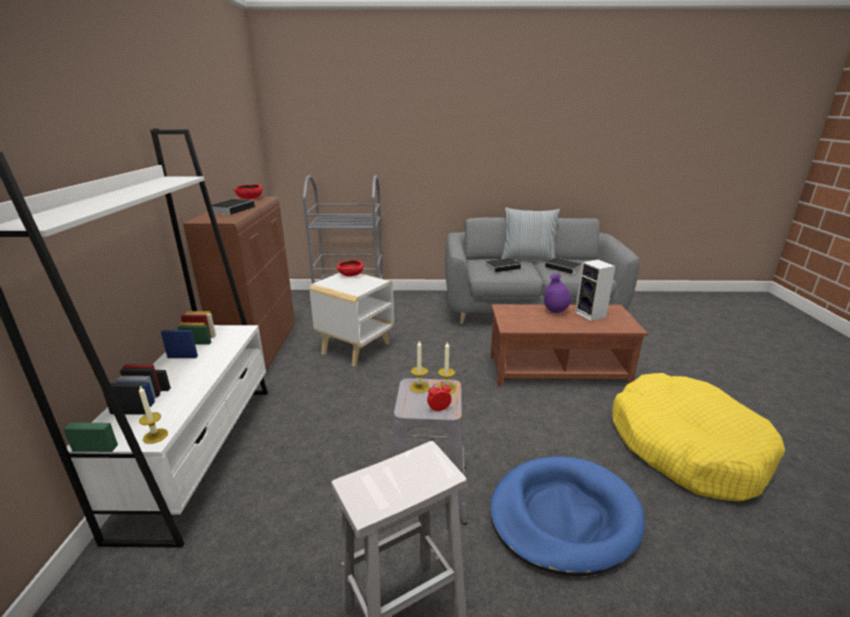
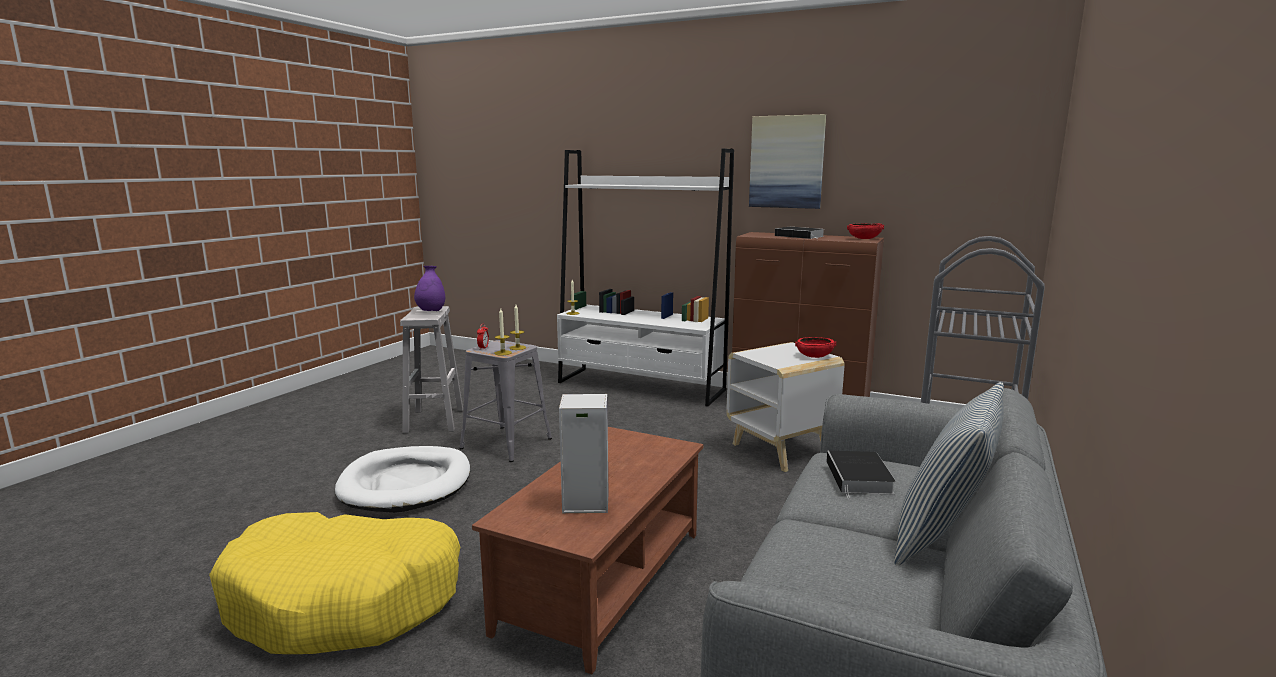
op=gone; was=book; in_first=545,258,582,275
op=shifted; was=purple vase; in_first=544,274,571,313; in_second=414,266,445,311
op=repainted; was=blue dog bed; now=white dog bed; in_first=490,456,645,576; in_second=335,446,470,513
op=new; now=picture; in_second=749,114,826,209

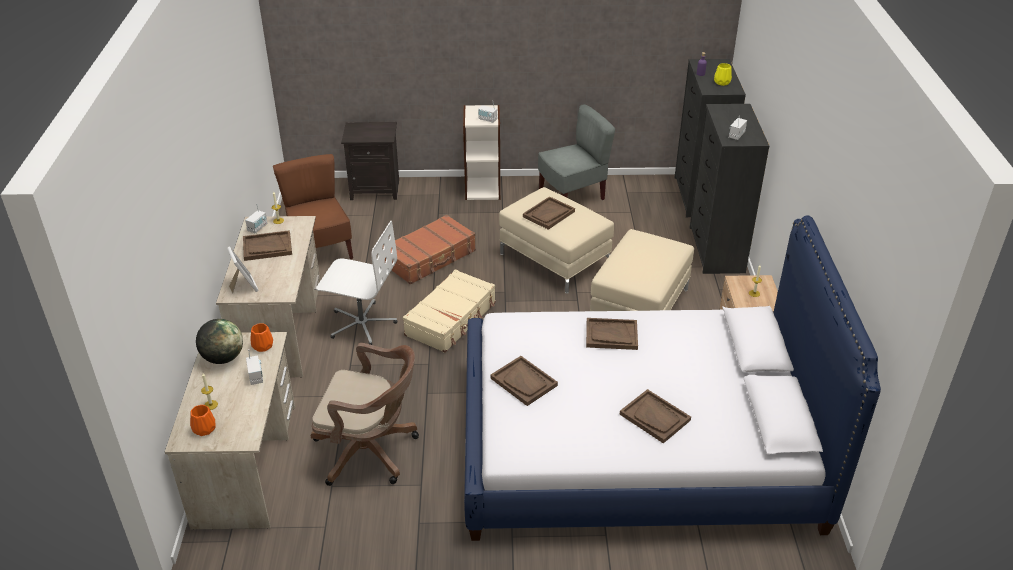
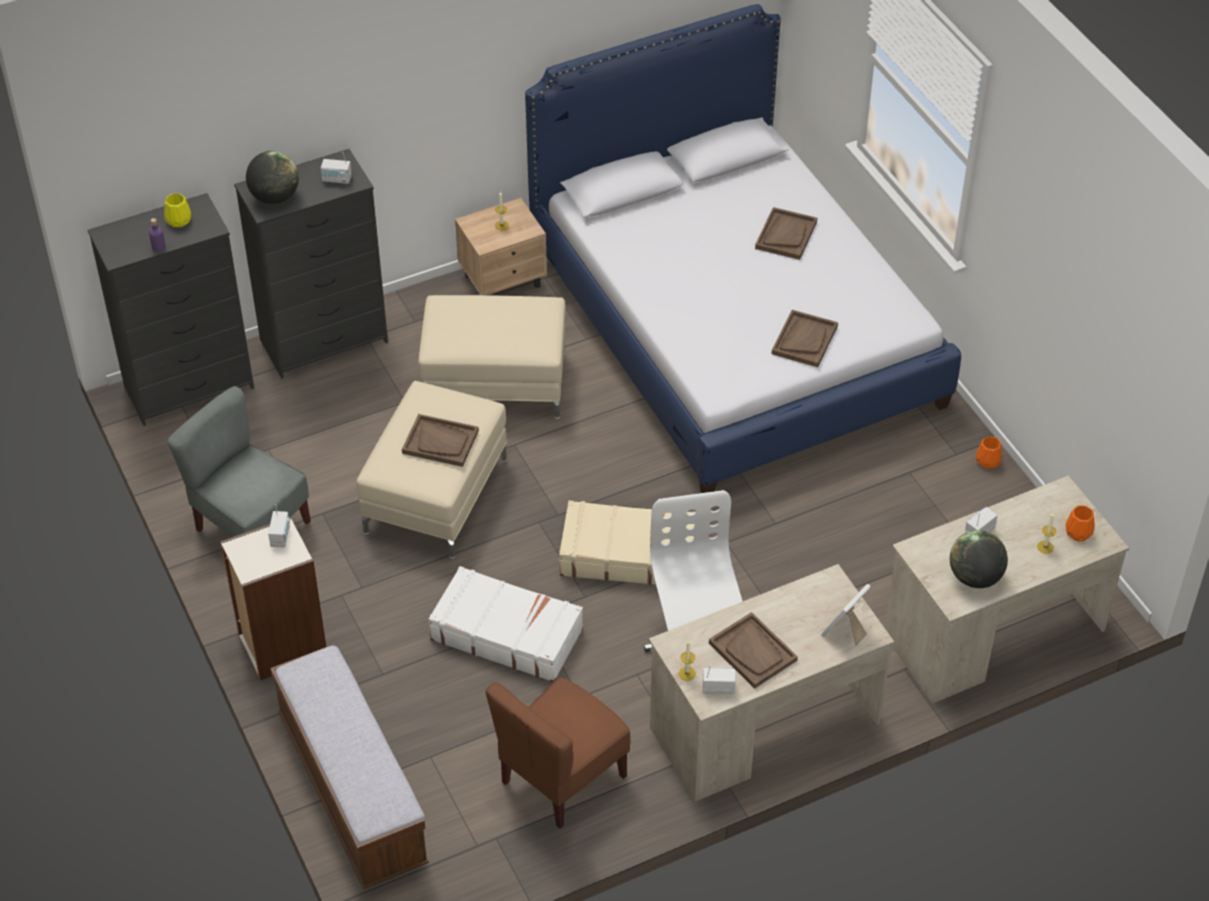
op=swapped; was=black nightstand; now=bench; in_first=341,122,399,200; in_second=270,644,429,889
op=repainted; was=brown suitcase; now=white suitcase; in_first=382,215,476,284; in_second=428,566,583,682
op=gone; was=brown tray; in_first=586,318,638,350
op=shifted; was=orange vase; in_first=250,323,273,352; in_second=976,436,1002,469
op=gone; was=brown office chair; in_first=311,343,419,486
op=new; now=globe; in_second=246,151,299,204

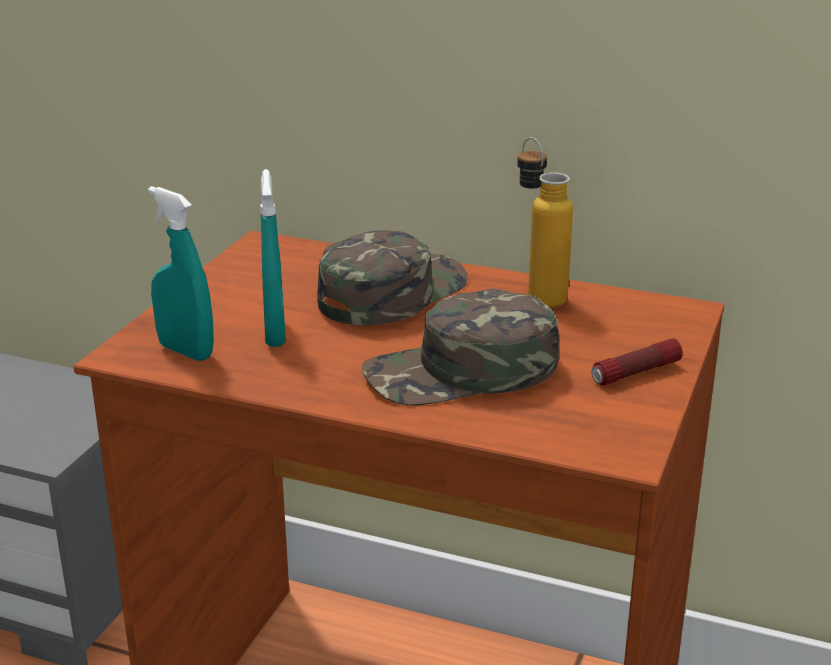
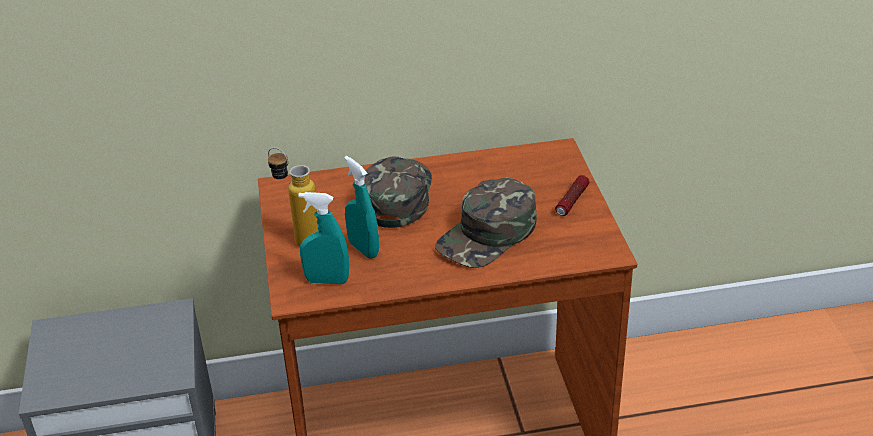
op=shifted; was=bottle; in_first=517,137,573,308; in_second=268,148,318,247

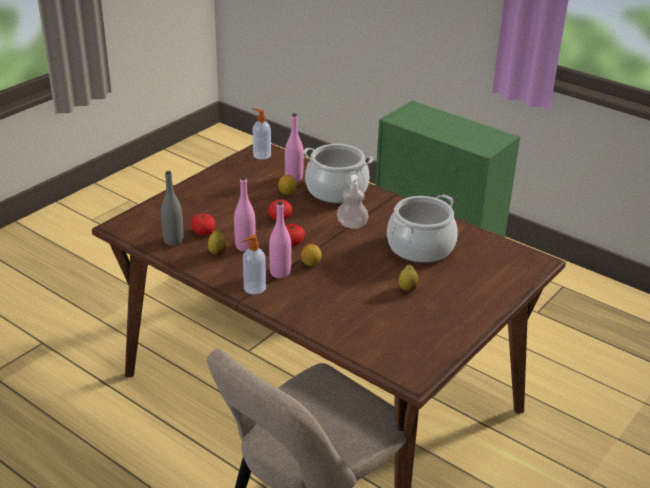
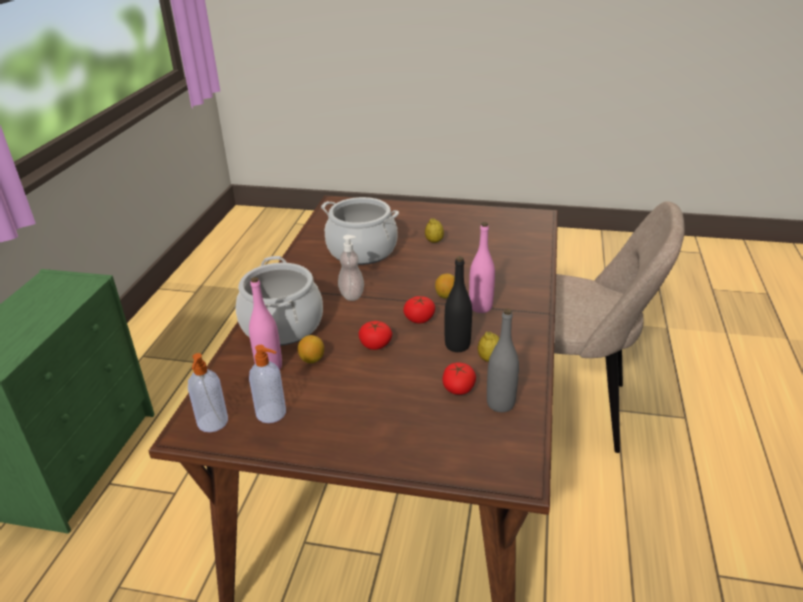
op=repainted; was=pink bottle; now=black bottle; in_first=234,176,256,252; in_second=445,256,472,352
op=shifted; was=soap dispenser; in_first=242,235,266,294; in_second=249,345,286,423

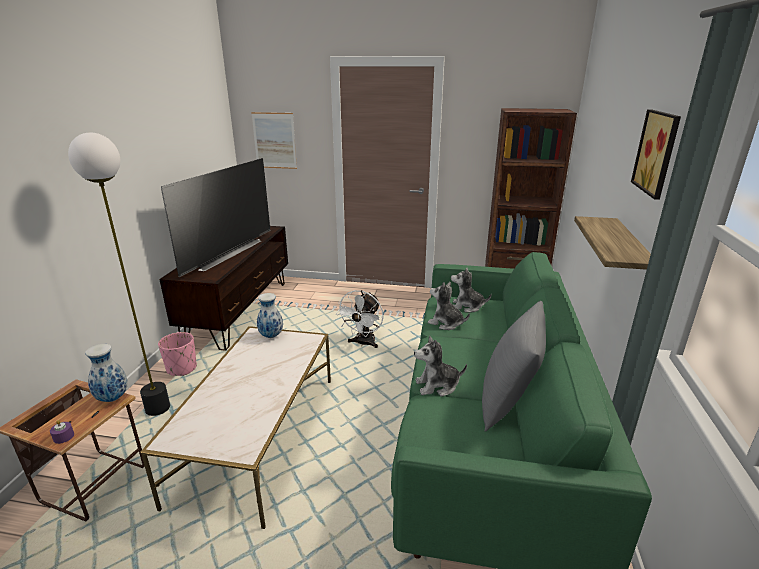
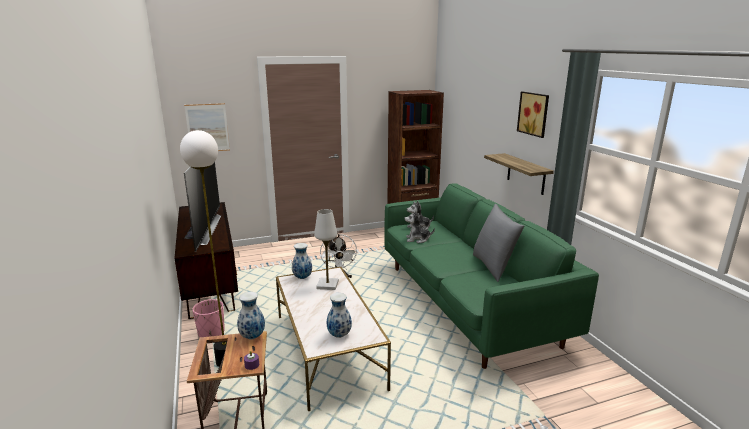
op=gone; was=plush toy; in_first=414,335,467,397
op=new; now=white table lamp; in_second=314,209,339,290
op=new; now=vase; in_second=327,293,352,338

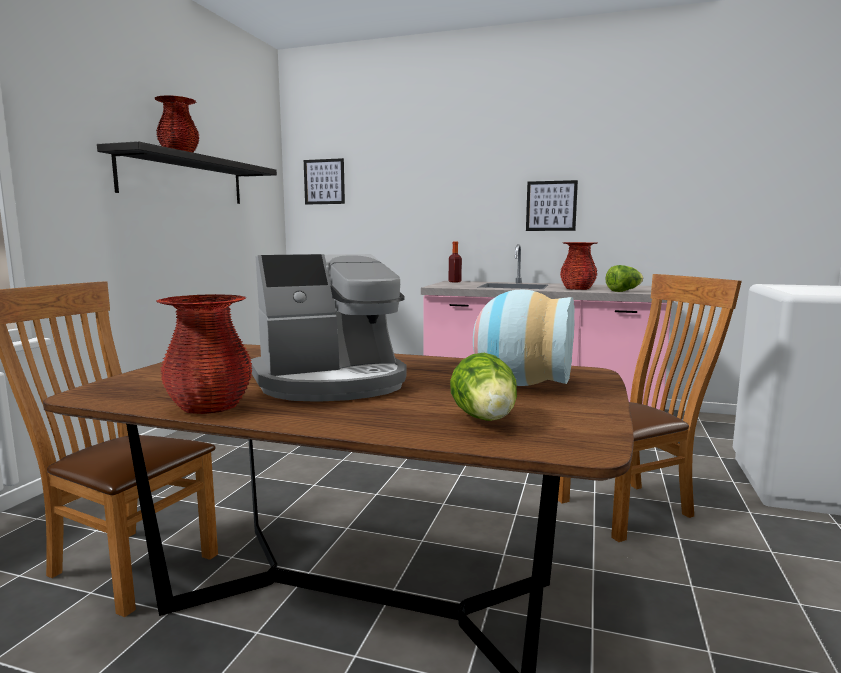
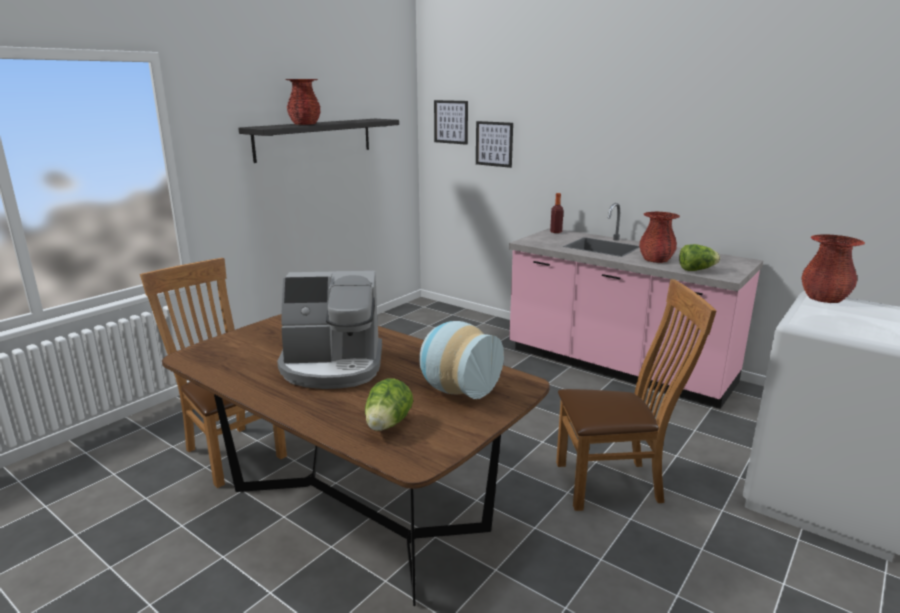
op=shifted; was=picture; in_first=526,180,578,231; in_second=476,121,513,168
op=shifted; was=red vase; in_first=157,294,252,414; in_second=801,234,865,303

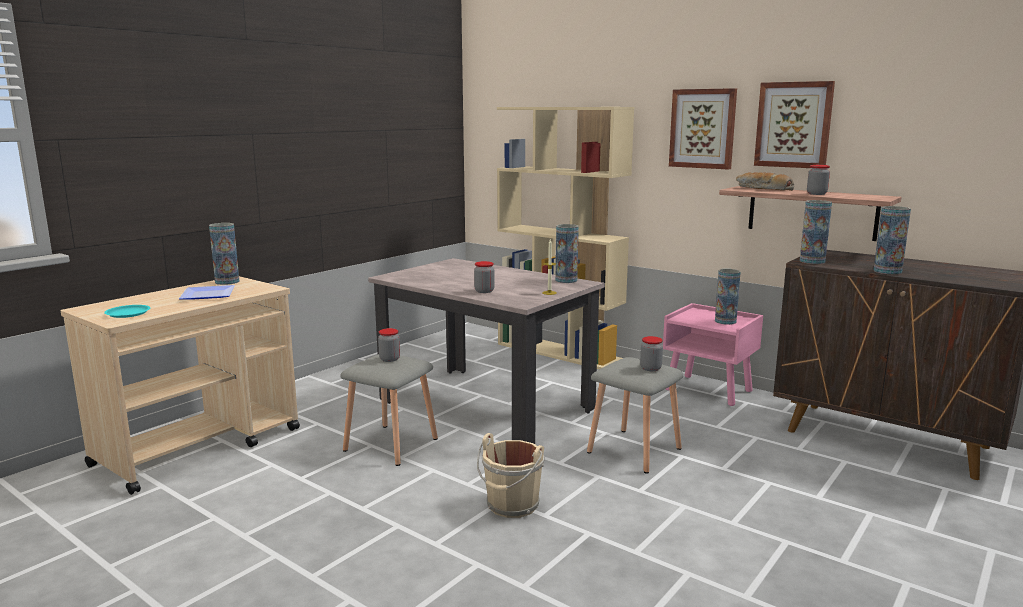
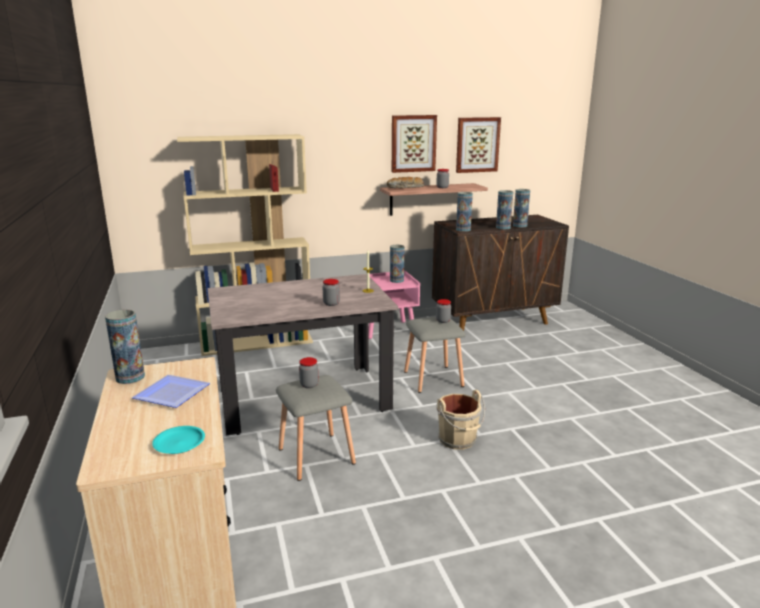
op=shifted; was=picture; in_first=669,88,737,170; in_second=456,117,501,173
op=shifted; was=vase; in_first=556,224,579,283; in_second=513,189,530,227

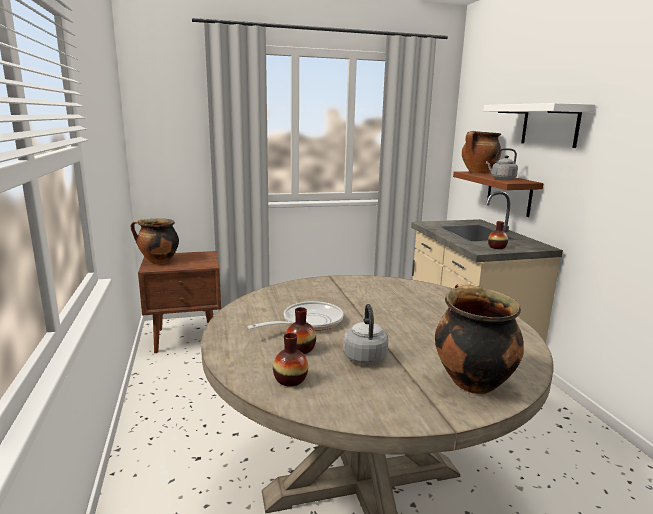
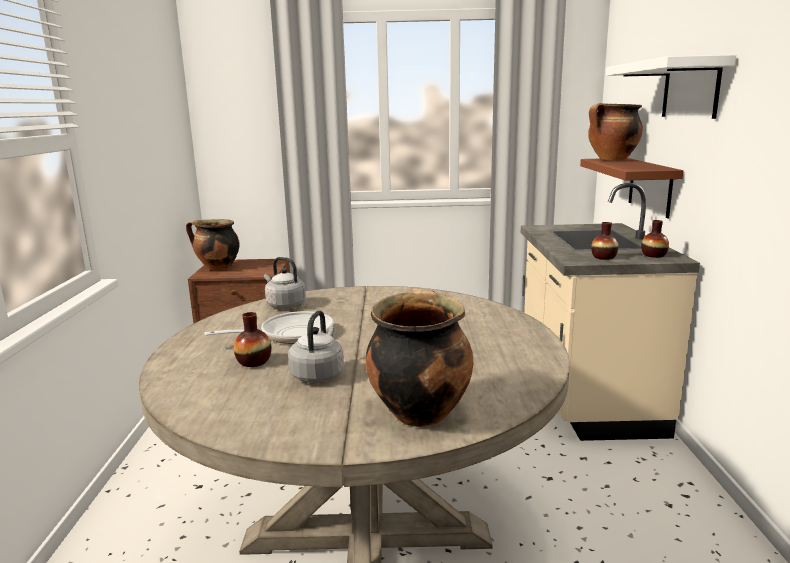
op=shifted; was=grey kettle; in_first=486,148,518,180; in_second=264,257,306,309
op=shifted; was=vase; in_first=273,333,308,386; in_second=641,220,669,258

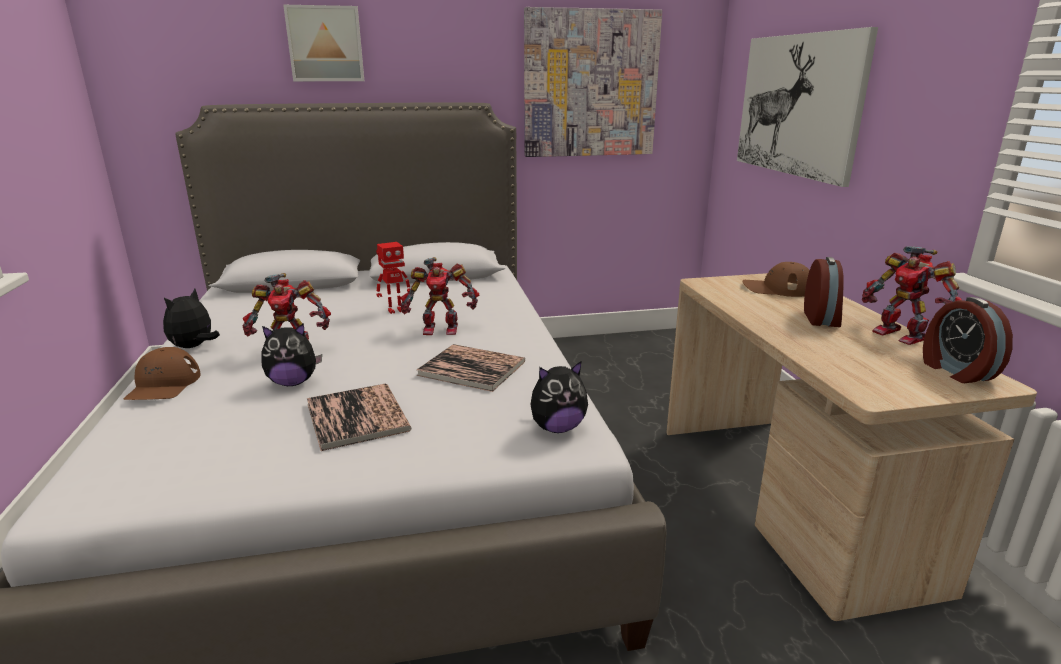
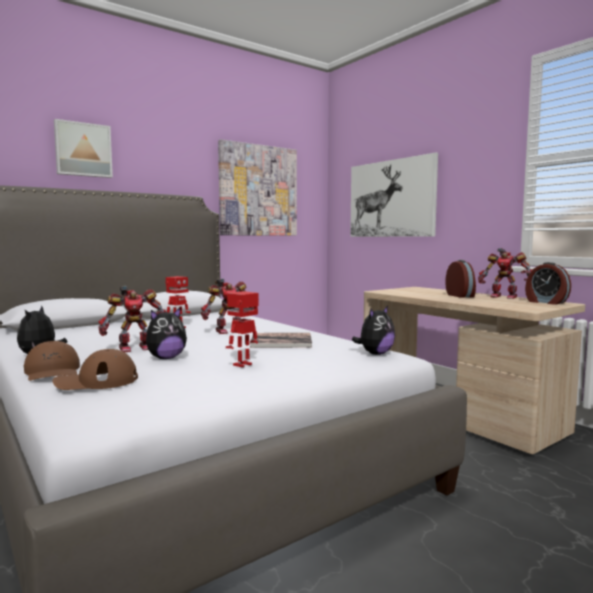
op=shifted; was=brown cap; in_first=743,262,809,297; in_second=53,349,138,390
op=swapped; was=book; now=toy robot; in_first=307,384,411,451; in_second=226,291,259,367

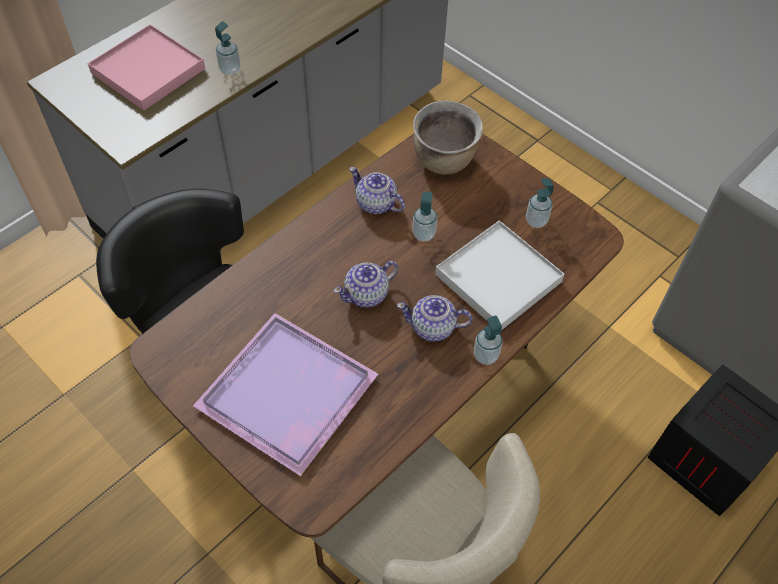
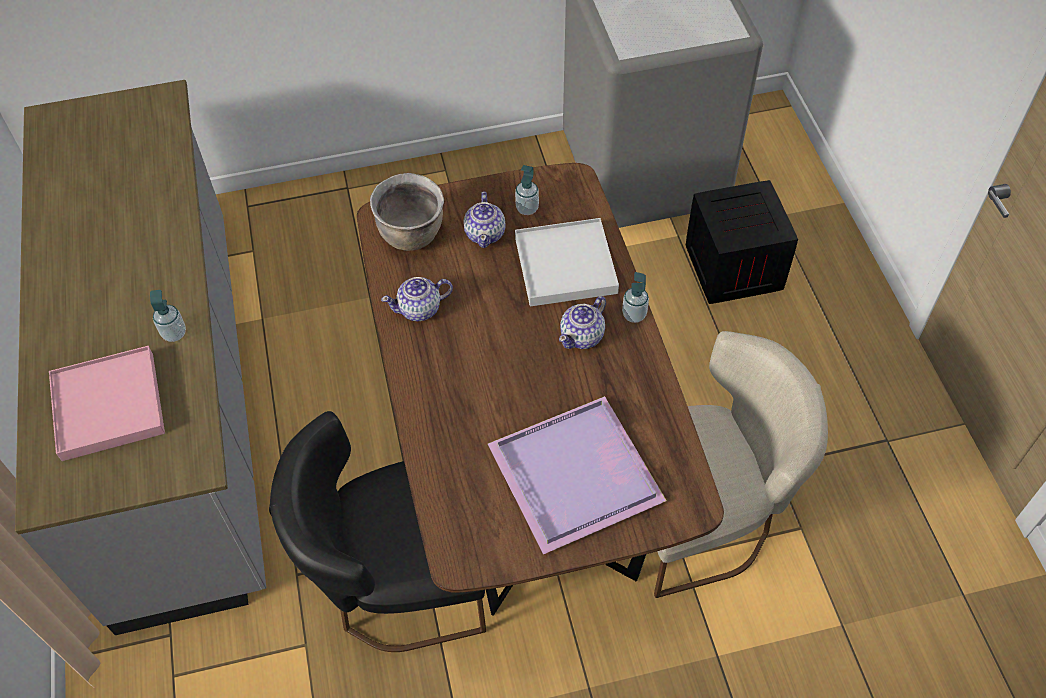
op=gone; was=soap dispenser; in_first=412,191,437,241
op=shifted; was=teapot; in_first=333,261,398,308; in_second=463,191,506,248

